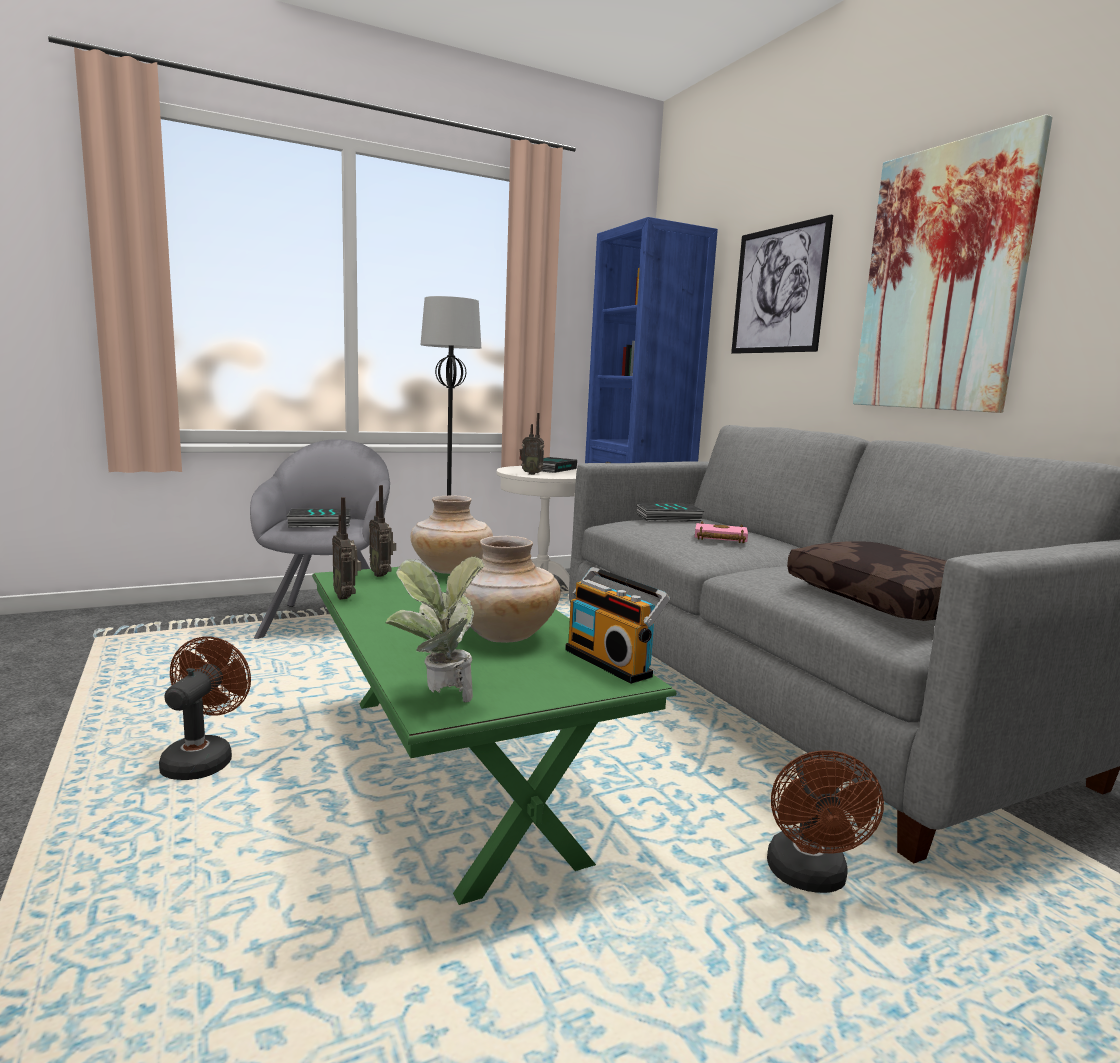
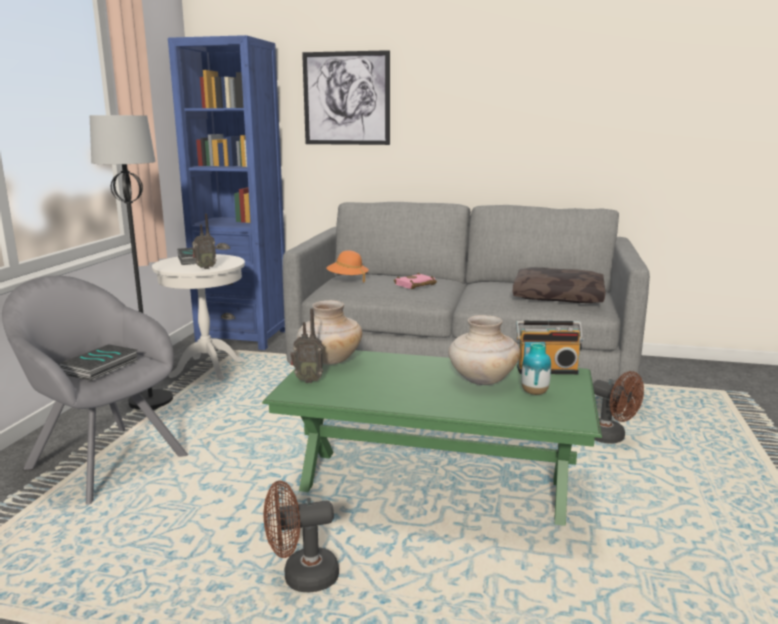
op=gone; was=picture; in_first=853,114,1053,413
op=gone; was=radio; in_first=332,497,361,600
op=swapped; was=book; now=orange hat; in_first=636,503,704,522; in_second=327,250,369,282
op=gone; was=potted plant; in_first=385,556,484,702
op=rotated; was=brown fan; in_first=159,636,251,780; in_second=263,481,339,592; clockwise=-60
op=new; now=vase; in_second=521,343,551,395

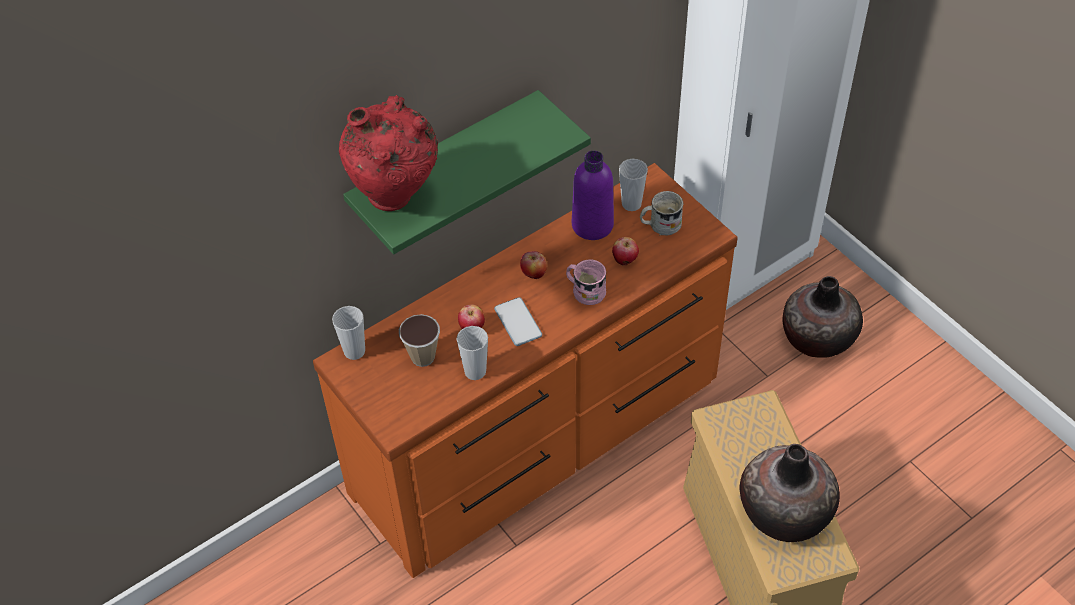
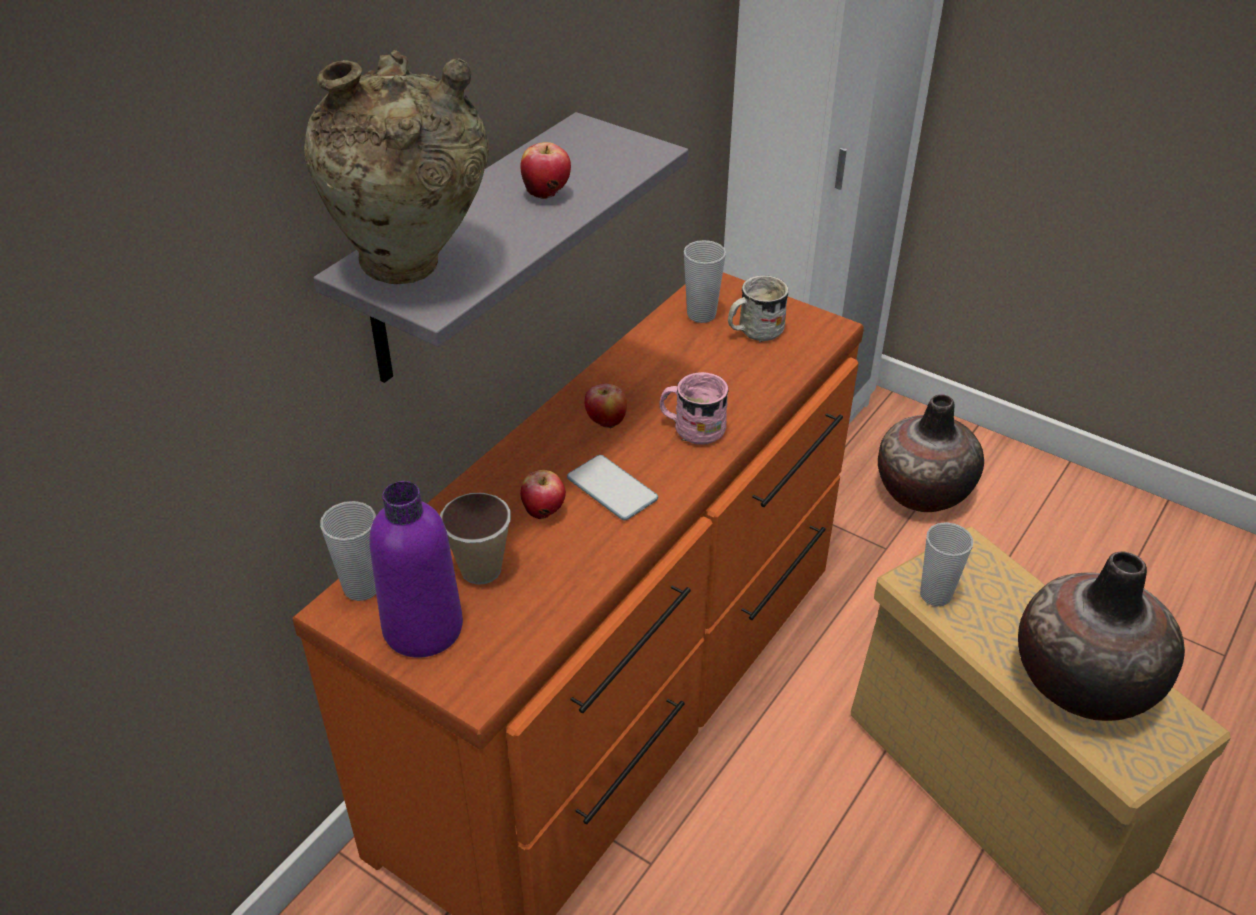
op=repainted; was=green shelf; now=grey shelf; in_first=343,90,591,254; in_second=314,112,688,383
op=repainted; was=red vase; now=beige vase; in_first=339,95,438,211; in_second=304,50,489,284
op=shifted; was=purple bottle; in_first=572,151,614,240; in_second=369,481,463,658
op=shifted; was=apple; in_first=612,237,639,265; in_second=520,142,571,199
op=shifted; was=cup; in_first=457,326,488,380; in_second=920,522,973,606

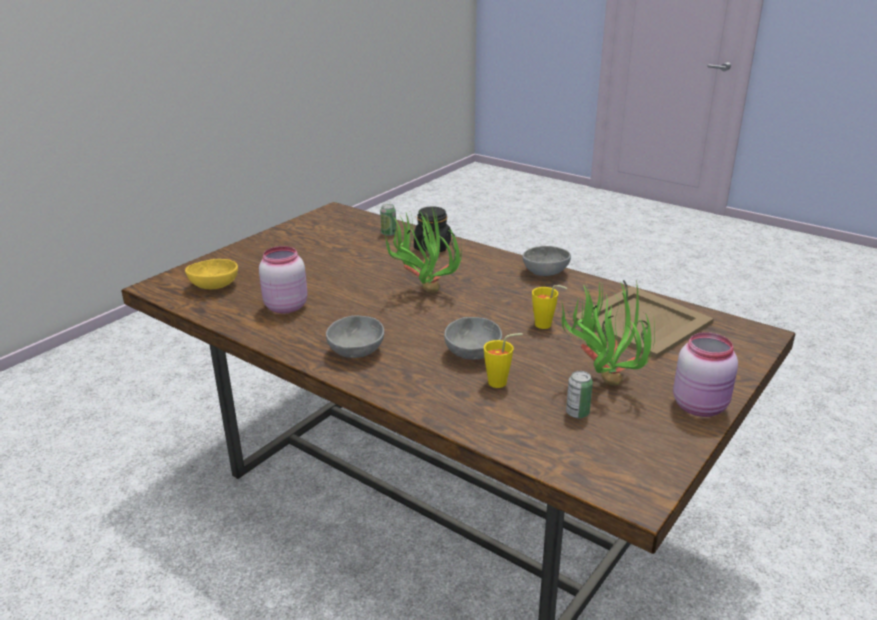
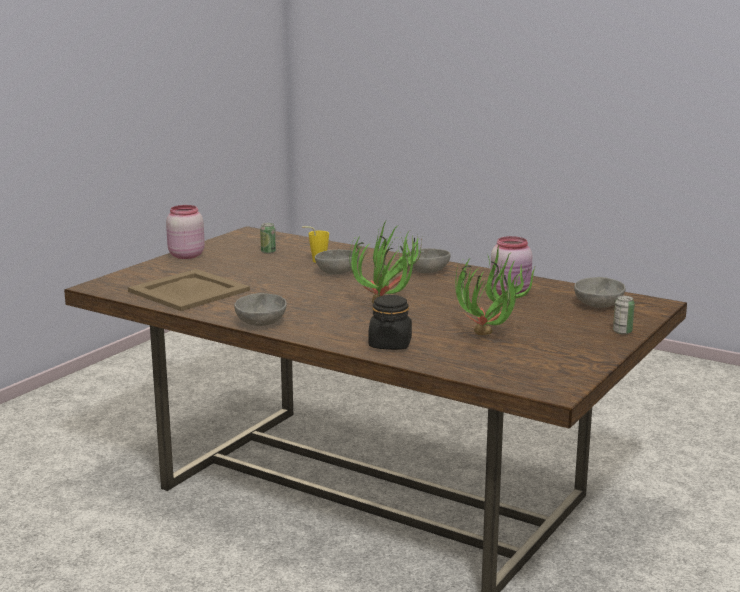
op=shifted; was=can; in_first=380,204,397,236; in_second=613,296,635,335
op=repainted; was=yellow bowl; now=grey bowl; in_first=185,259,238,289; in_second=574,277,626,308
op=shifted; was=potted plant; in_first=561,279,655,386; in_second=455,245,535,335
op=gone; was=yellow cup; in_first=532,285,567,329

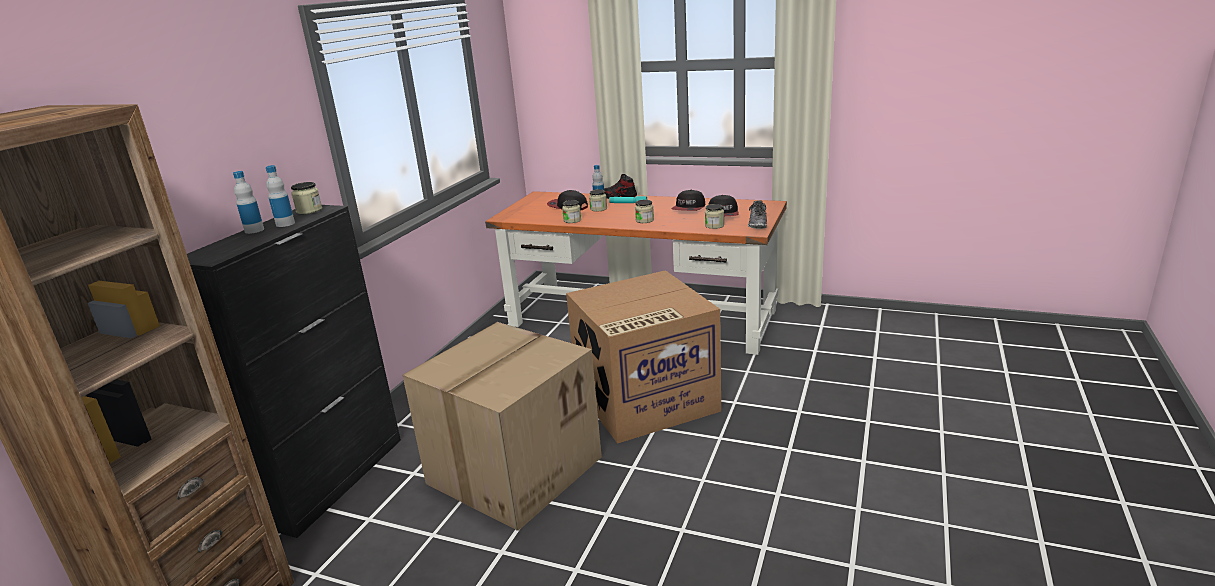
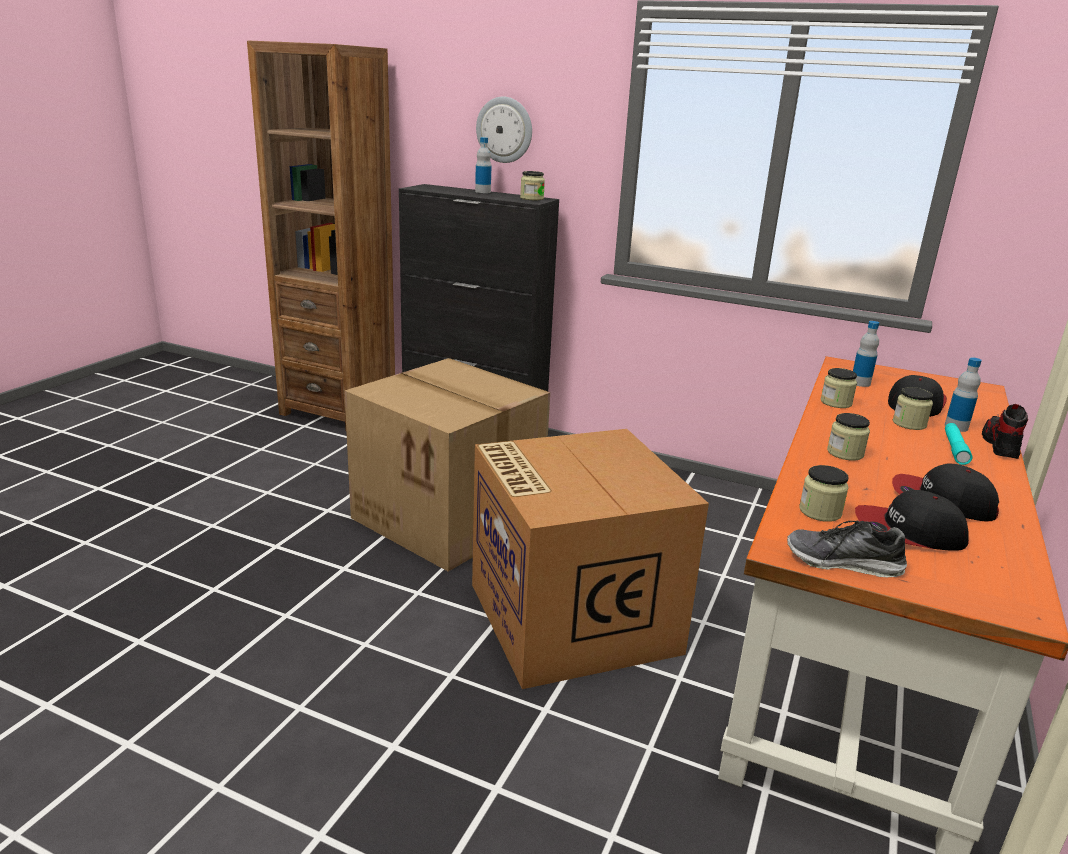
op=shifted; was=bottle; in_first=266,165,295,227; in_second=853,321,879,387
op=new; now=wall clock; in_second=476,97,532,163

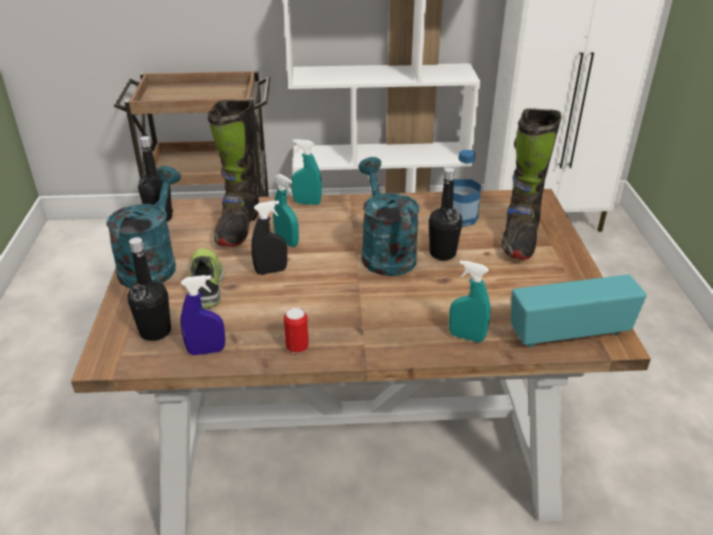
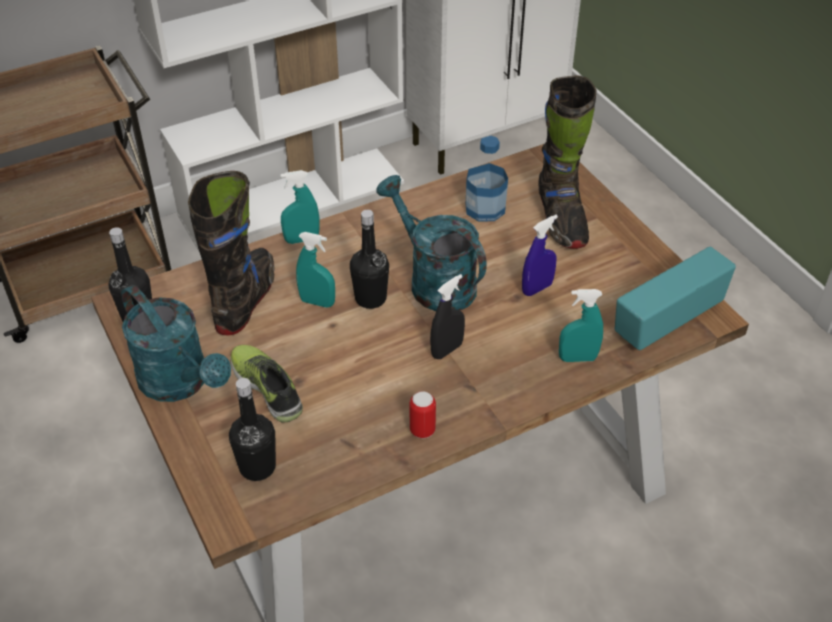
op=rotated; was=black boot; in_first=208,100,259,247; in_second=188,171,274,335; clockwise=-150
op=rotated; was=turquoise watering can; in_first=106,166,181,288; in_second=121,285,231,402; clockwise=150
op=shifted; was=black bottle; in_first=429,168,462,260; in_second=350,210,389,309
op=shifted; was=black spray bottle; in_first=251,200,287,275; in_second=430,274,465,359
op=shifted; was=blue spray bottle; in_first=181,275,225,355; in_second=522,215,558,296

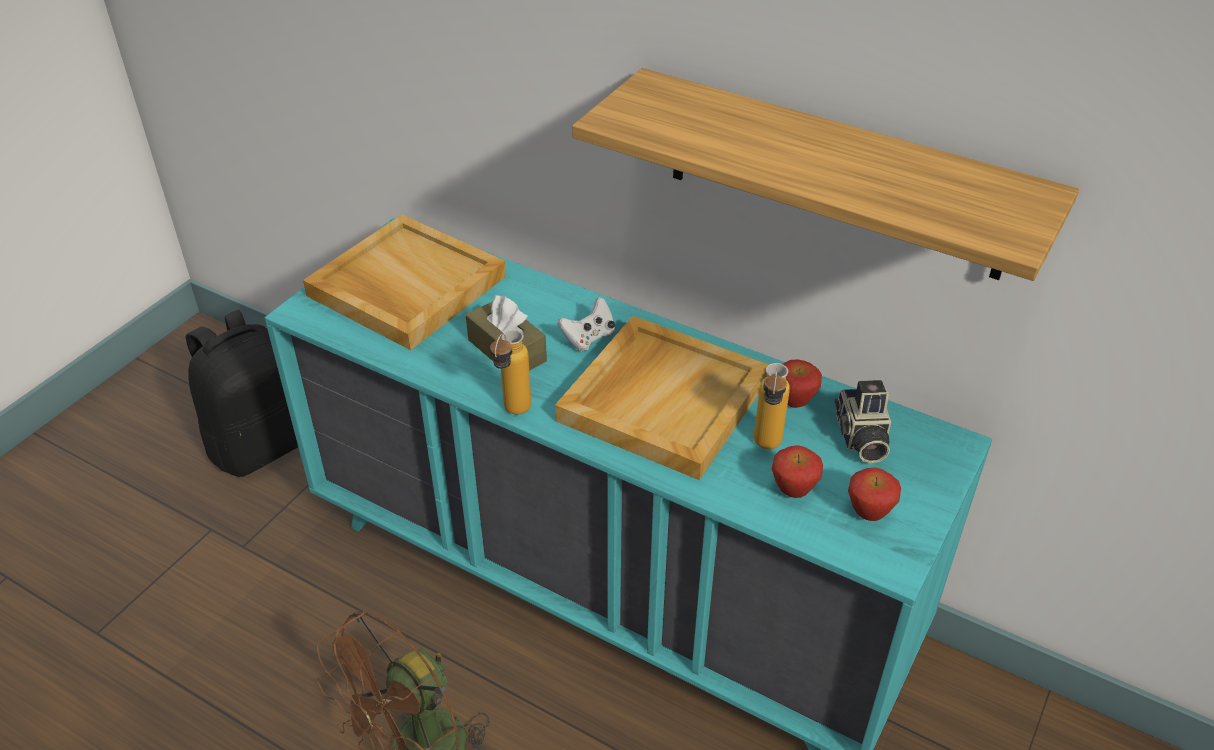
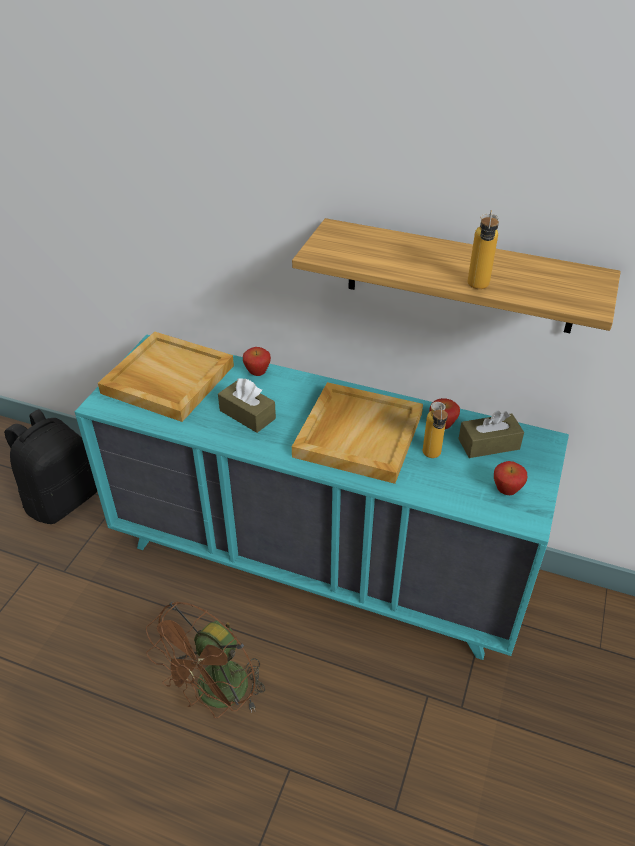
op=gone; was=white game controller; in_first=558,297,615,351
op=shifted; was=bottle; in_first=490,330,531,414; in_second=468,210,499,289
op=swapped; was=photo camera; now=brown tissue box; in_first=835,380,891,463; in_second=459,410,524,458
op=shifted; was=apple; in_first=772,445,823,498; in_second=243,347,271,376

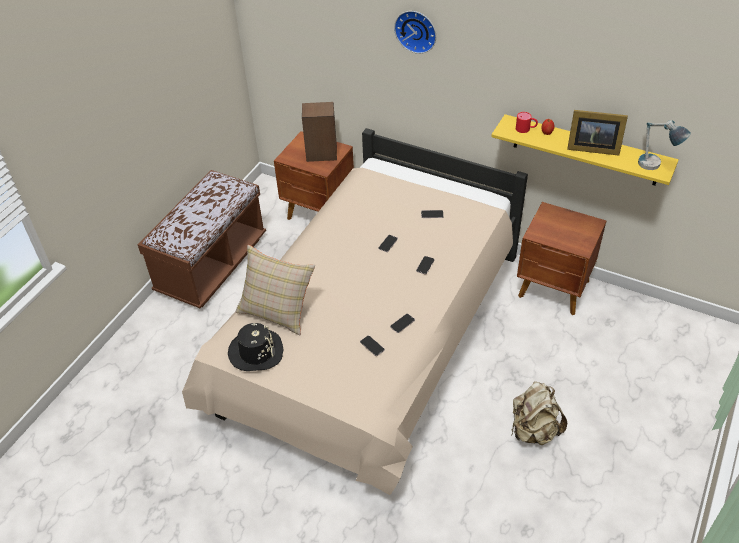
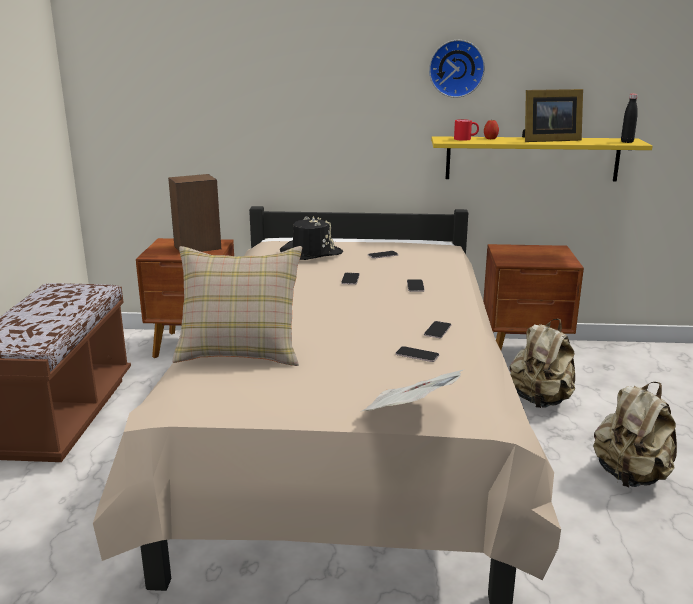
op=shifted; was=wall clock; in_first=394,11,436,54; in_second=429,40,485,98
op=swapped; was=table lamp; now=black bottle; in_first=638,120,691,170; in_second=621,94,638,143
op=shifted; was=black hat; in_first=228,323,283,371; in_second=280,216,343,260
op=new; now=beige backpack; in_second=509,319,575,408
op=new; now=newspaper; in_second=360,370,463,412

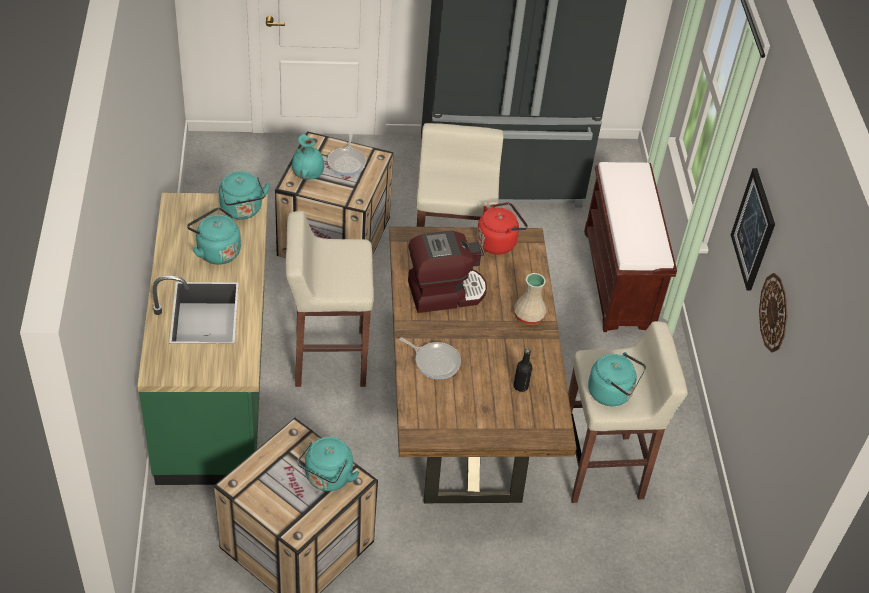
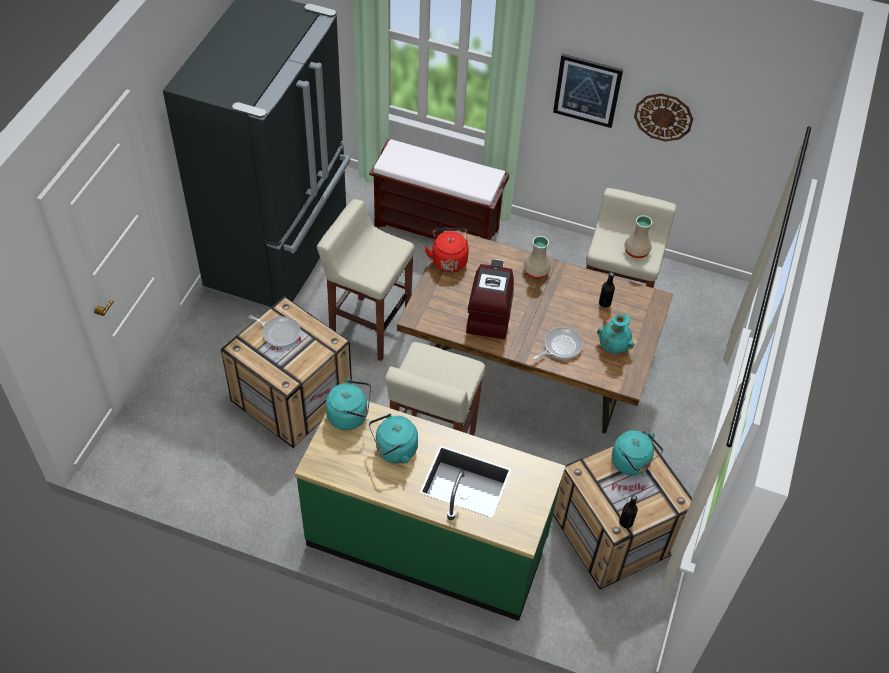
op=shifted; was=turquoise vase; in_first=292,134,324,180; in_second=597,314,634,354
op=swapped; was=turquoise kettle; now=beige vase; in_first=588,352,646,406; in_second=624,215,652,258
op=new; now=black bottle; in_second=619,495,638,528

